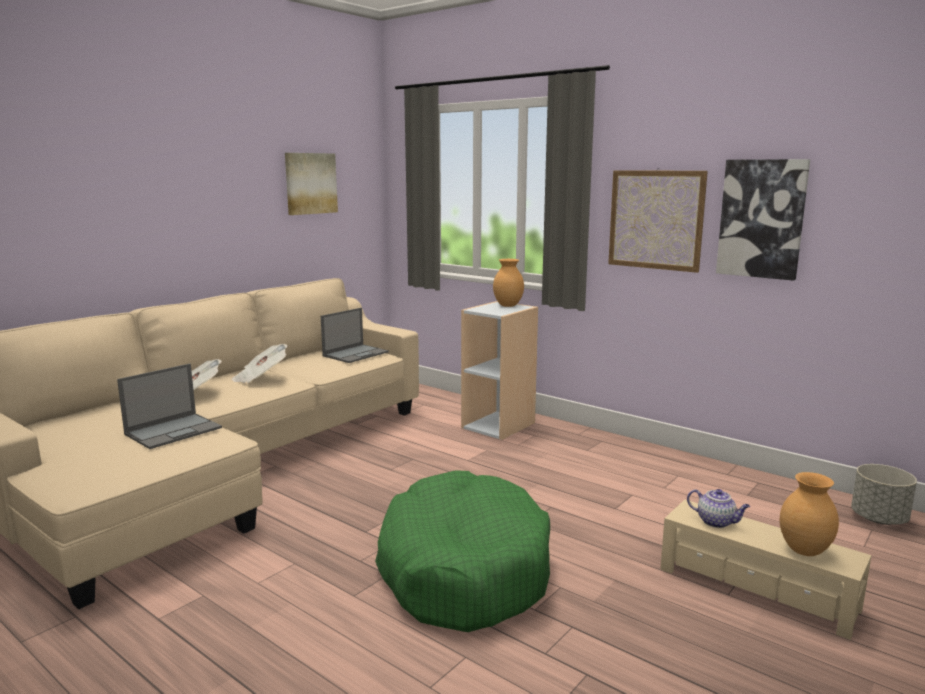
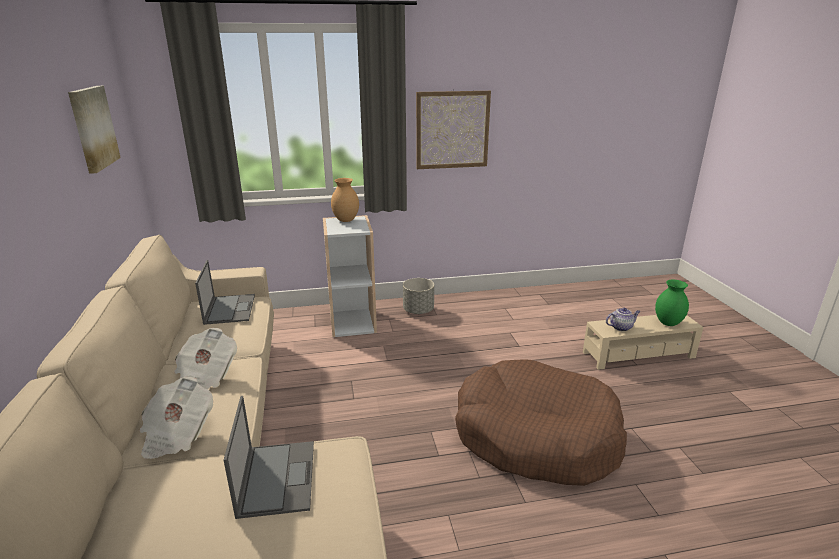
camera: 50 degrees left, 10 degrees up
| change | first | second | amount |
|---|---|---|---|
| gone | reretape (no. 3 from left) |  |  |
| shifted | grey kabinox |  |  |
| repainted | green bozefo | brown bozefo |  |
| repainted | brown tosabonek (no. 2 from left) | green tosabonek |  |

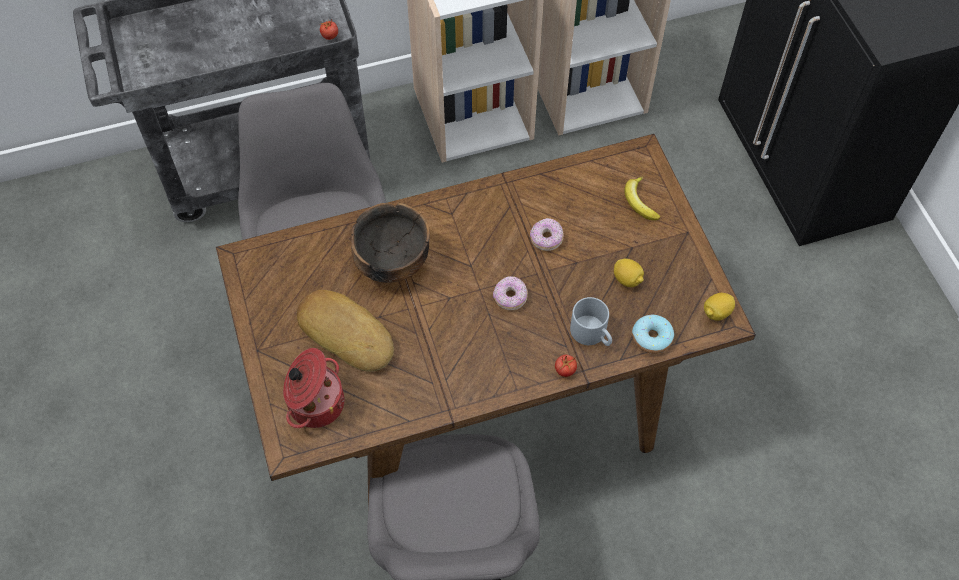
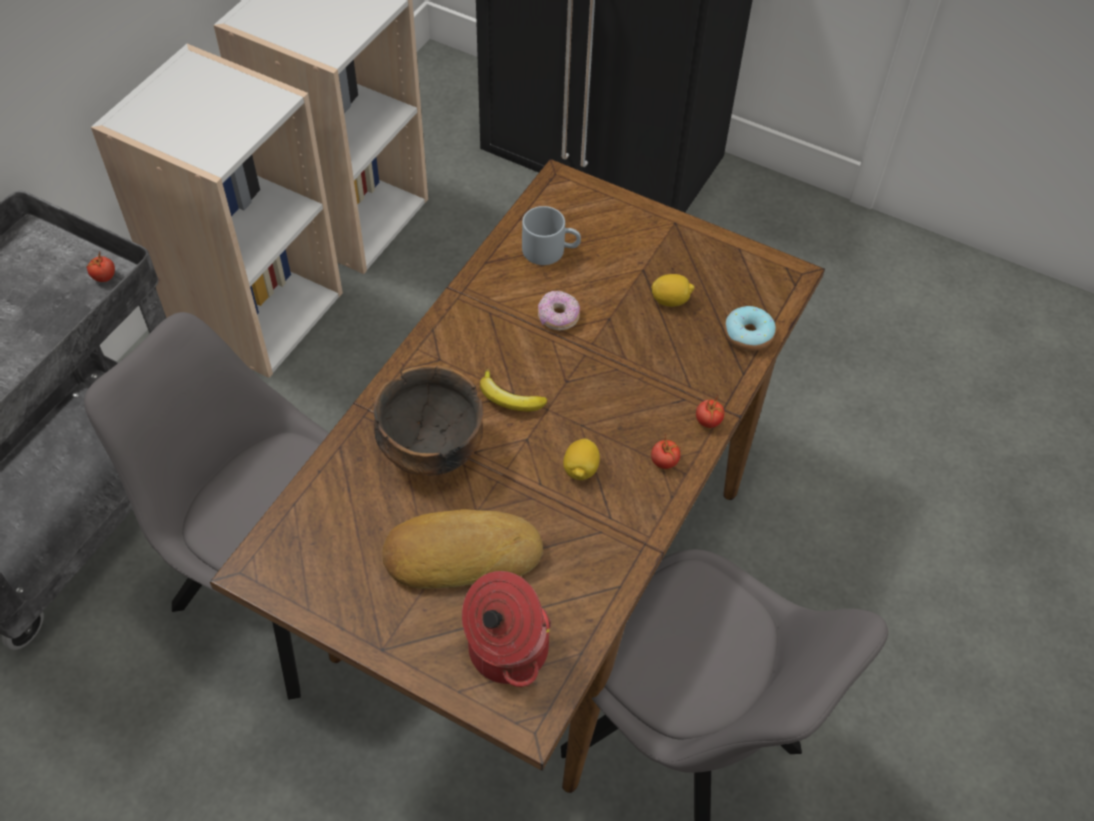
camera: 45 degrees left, 5 degrees down
| change | first | second | amount |
|---|---|---|---|
| gone | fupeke (no. 1 from left) |  |  |
| new |  | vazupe (no. 2 from left) |  |
| shifted | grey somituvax |  |  |
| shifted | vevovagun |  |  |
| shifted | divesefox (no. 2 from left in the first image) | divesefox (no. 1 from left) |  |

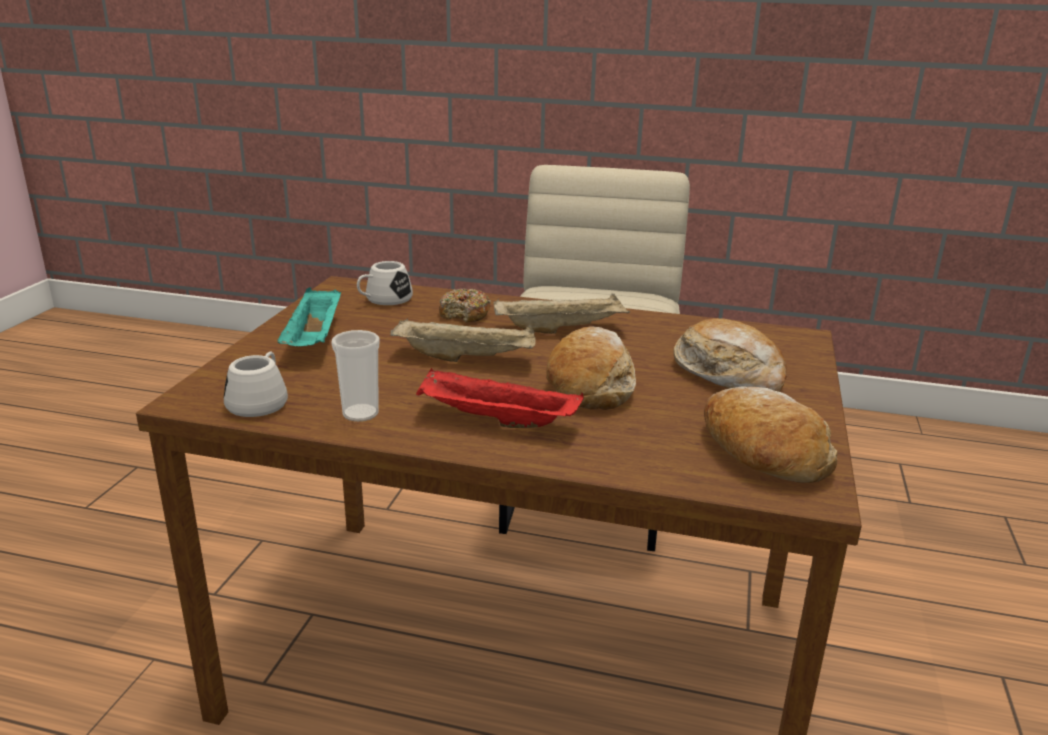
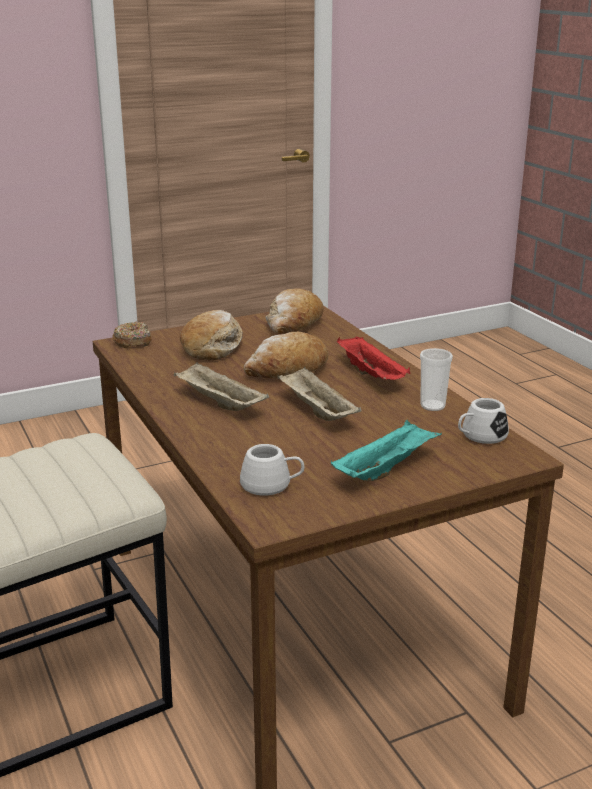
camera: 130 degrees left, 0 degrees up
| change | first | second | amount |
|---|---|---|---|
| shifted | fupeke |  |  |

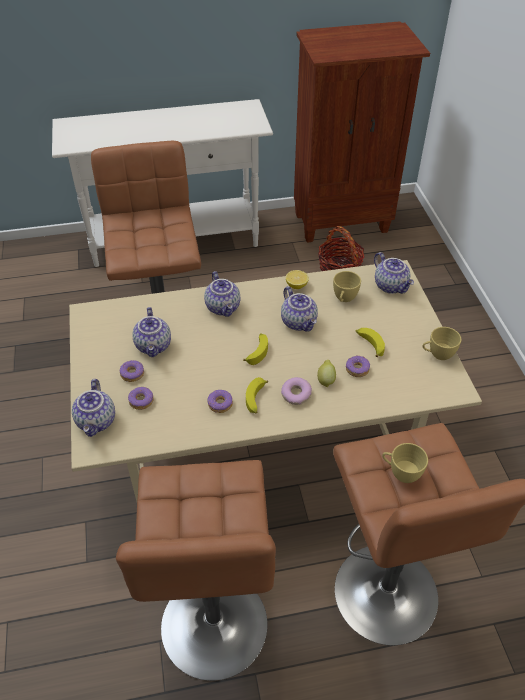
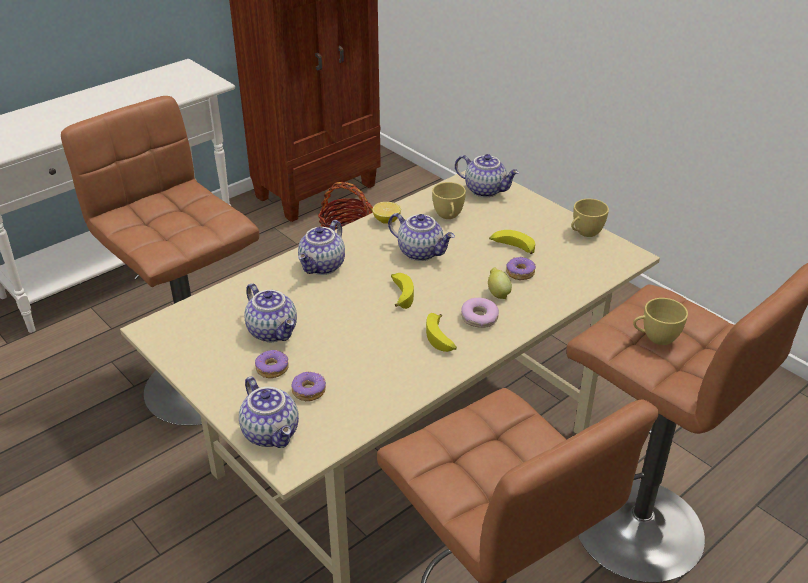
camera: 30 degrees left, 10 degrees down
| change | first | second | amount |
|---|---|---|---|
| gone | fupeke (no. 3 from left) |  |  |
| rotated | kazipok (no. 3 from left) |  | 75 degrees clockwise |

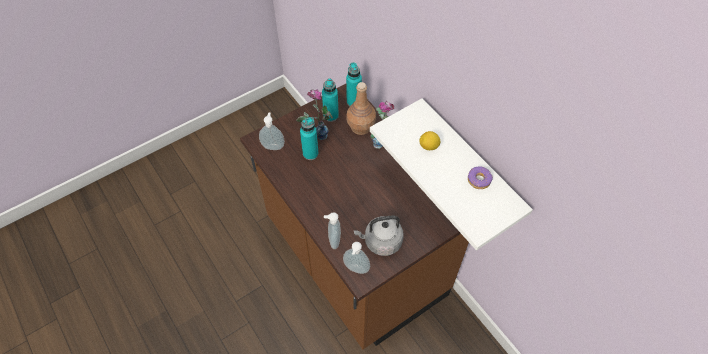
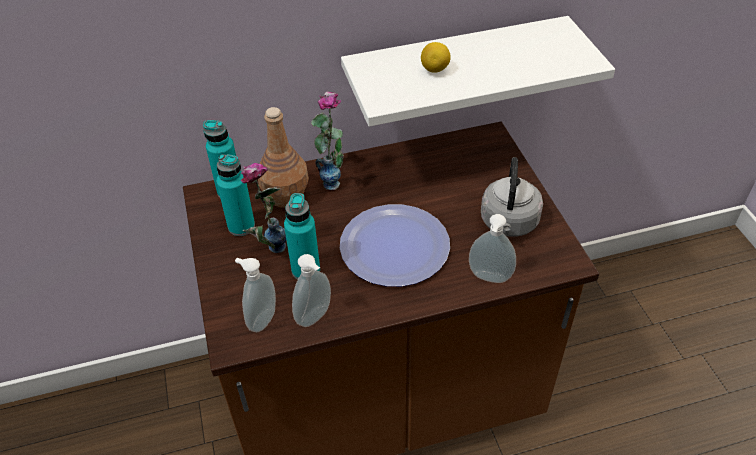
camera: 70 degrees left, 10 degrees down
| change | first | second | amount |
|---|---|---|---|
| gone | fupeke |  |  |
| new |  | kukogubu |  |
| shifted | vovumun (no. 3 from left in the first image) | vovumun (no. 2 from left) |  |

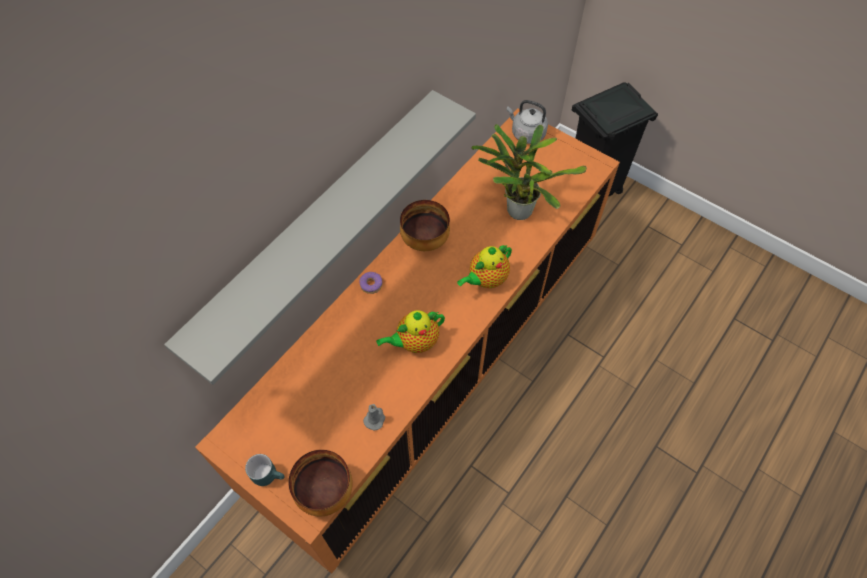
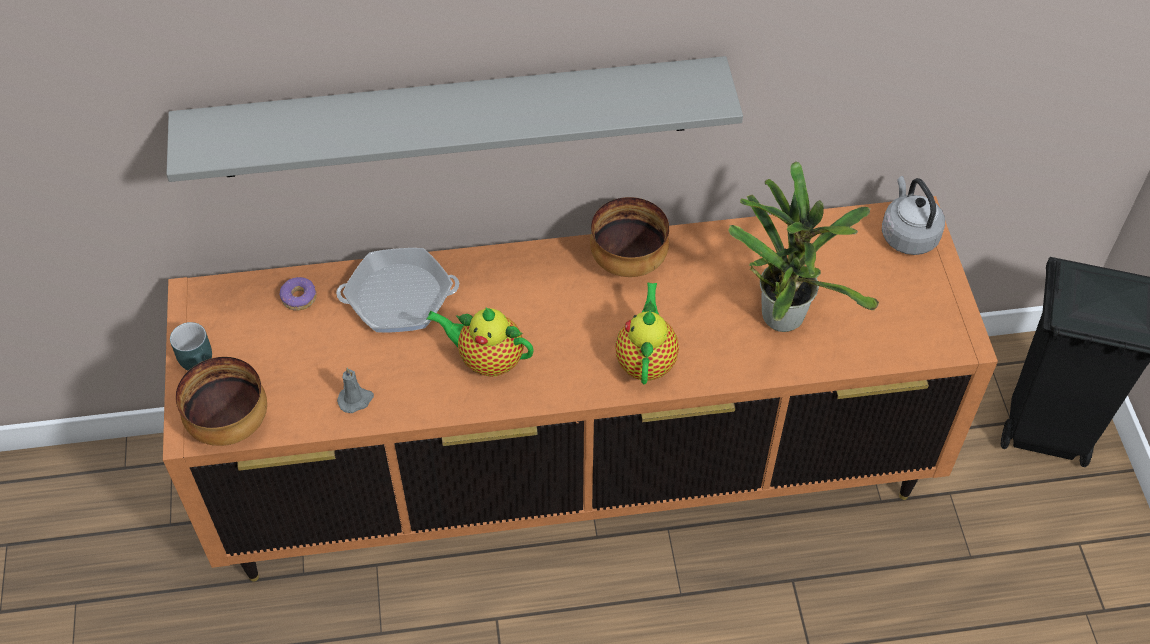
camera: 45 degrees right, 5 degrees down
| change | first | second | amount |
|---|---|---|---|
| new |  | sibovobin |  |
| shifted | fupeke |  |  |
| rotated | kazipok (no. 2 from left) |  | 90 degrees clockwise |

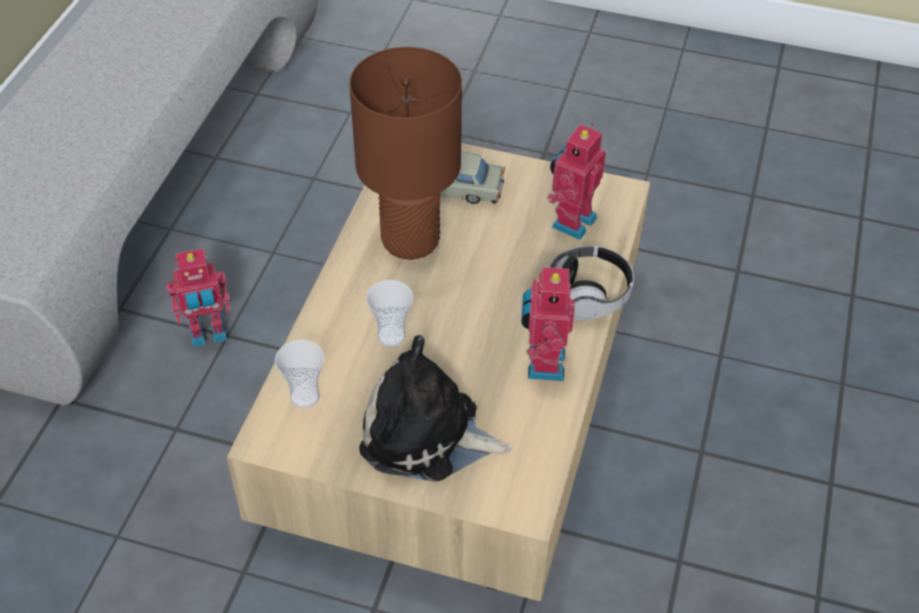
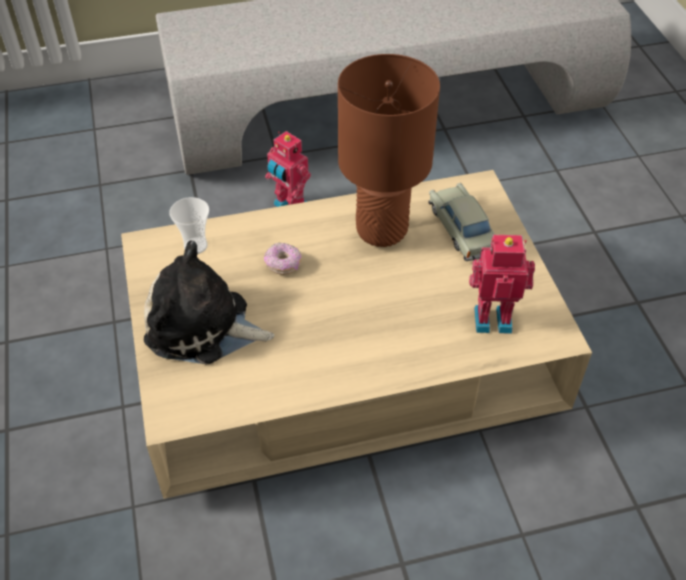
camera: 60 degrees right, 0 degrees up
| change | first | second | amount |
|---|---|---|---|
| gone | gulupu (no. 2 from left) |  |  |
| gone | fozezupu |  |  |
| swapped | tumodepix (no. 2 from left) | fupeke |  |
| rotated | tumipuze |  | 60 degrees counterclockwise |

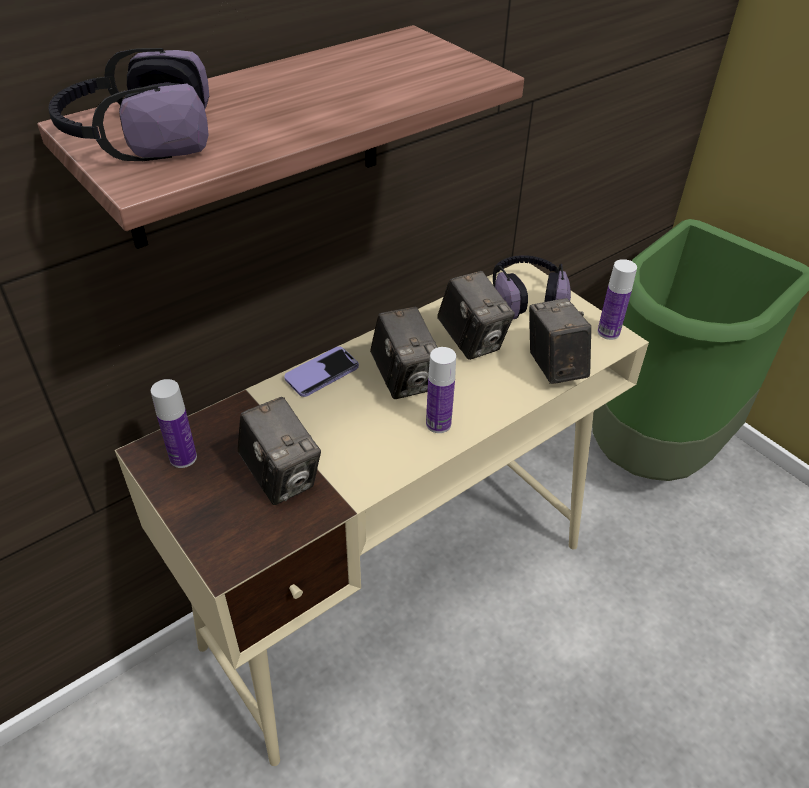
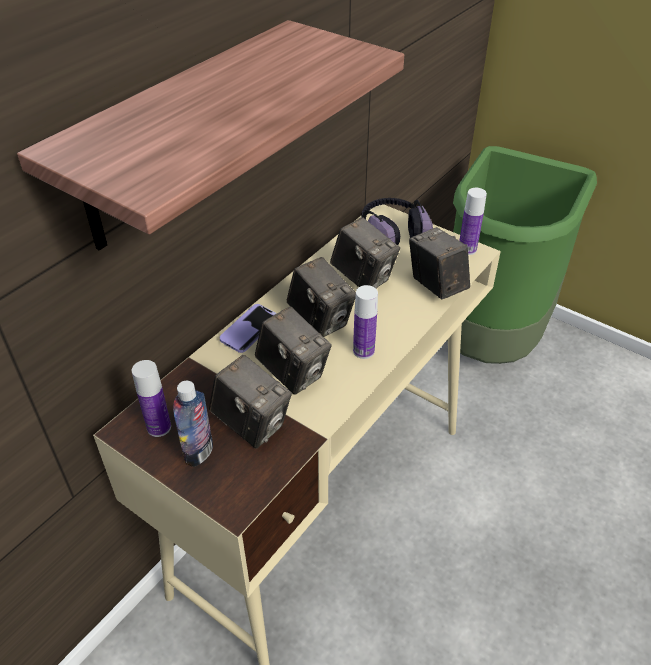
camera: 15 degrees left, 0 degrees up
| change | first | second | amount |
|---|---|---|---|
| gone | fozezupu (no. 1 from left) |  |  |
| new |  | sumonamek (no. 2 from left) |  |
| new |  | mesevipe (no. 2 from left) |  |

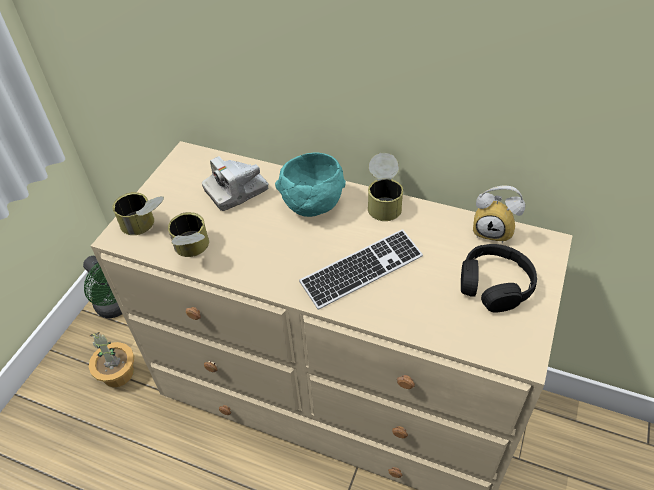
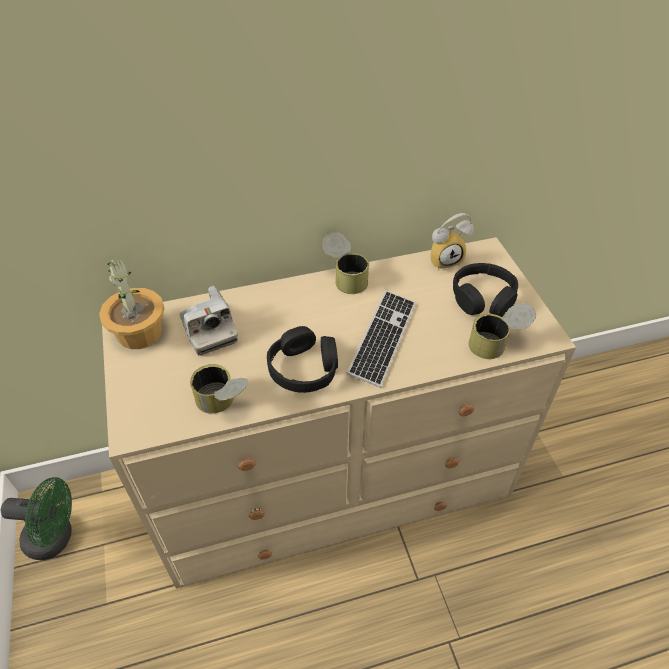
camera: 40 degrees left, 0 degrees up
| change | first | second | amount |
|---|---|---|---|
| gone | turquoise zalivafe |  |  |
| new |  | black fozezupu (no. 1 from left) |  |
| shifted | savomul |  |  |
| shifted | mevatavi (no. 1 from left in the first image) | mevatavi (no. 3 from left) |  |
| rotated | mesevipe |  | 45 degrees counterclockwise |

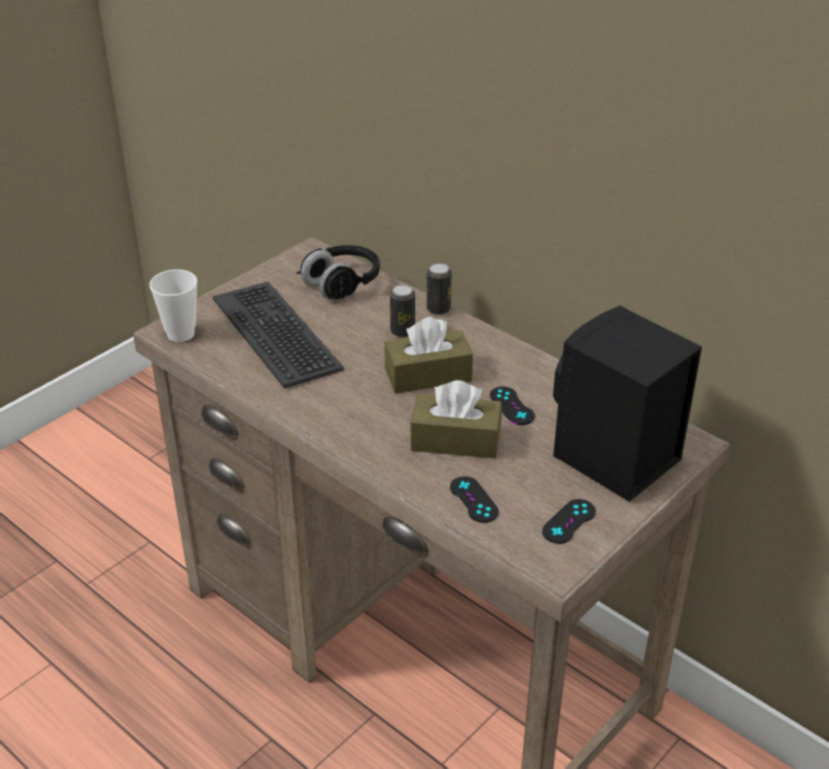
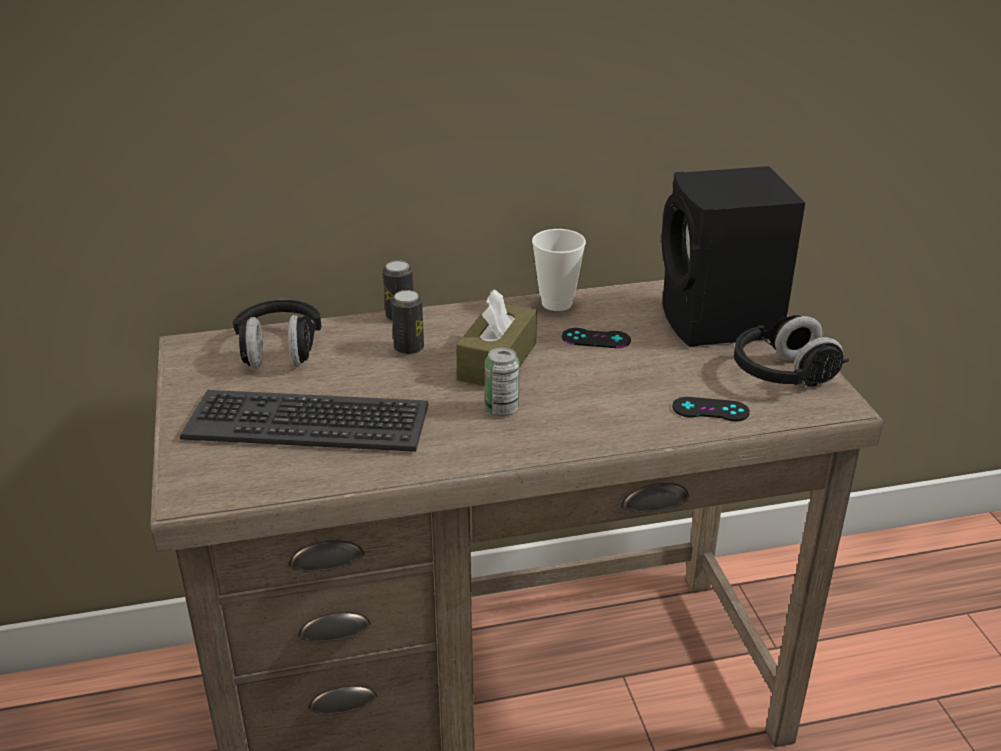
camera: 55 degrees left, 5 degrees down
| change | first | second | amount |
|---|---|---|---|
| gone | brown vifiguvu (no. 2 from left) |  |  |
| new |  | mevatavi (no. 3 from left) |  |
| shifted | tumodepix |  |  |
| swapped | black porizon (no. 3 from left) | black fozezupu (no. 2 from left) |  |

